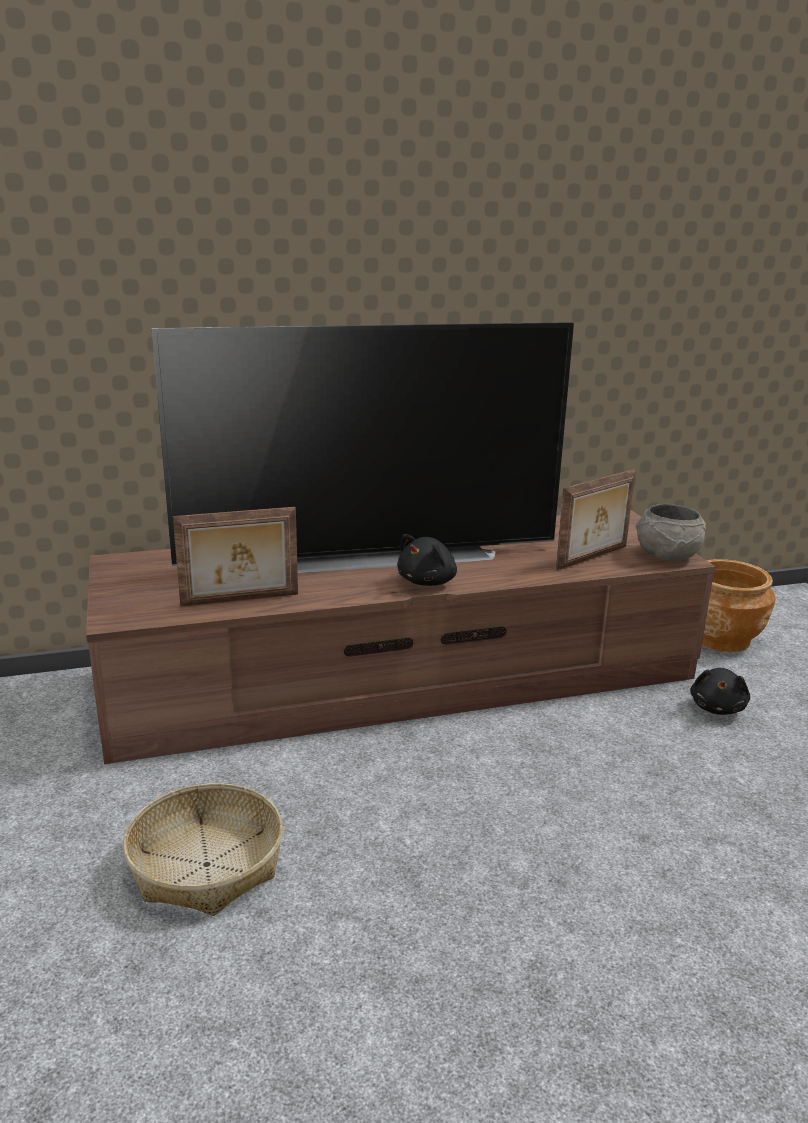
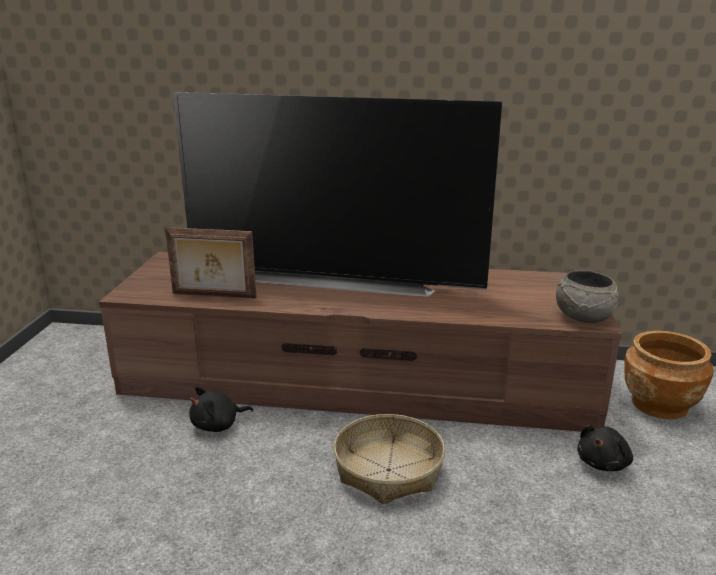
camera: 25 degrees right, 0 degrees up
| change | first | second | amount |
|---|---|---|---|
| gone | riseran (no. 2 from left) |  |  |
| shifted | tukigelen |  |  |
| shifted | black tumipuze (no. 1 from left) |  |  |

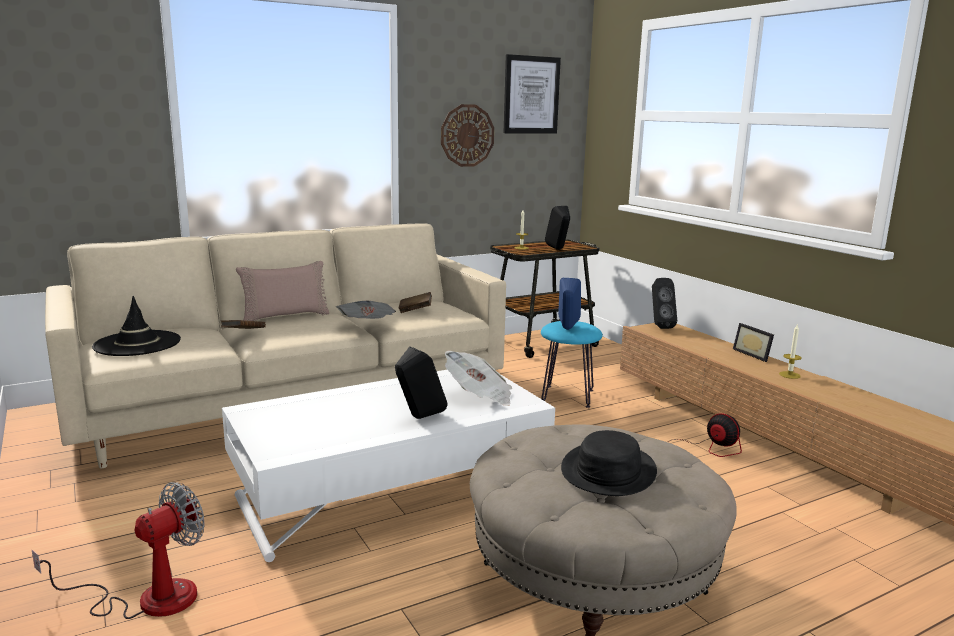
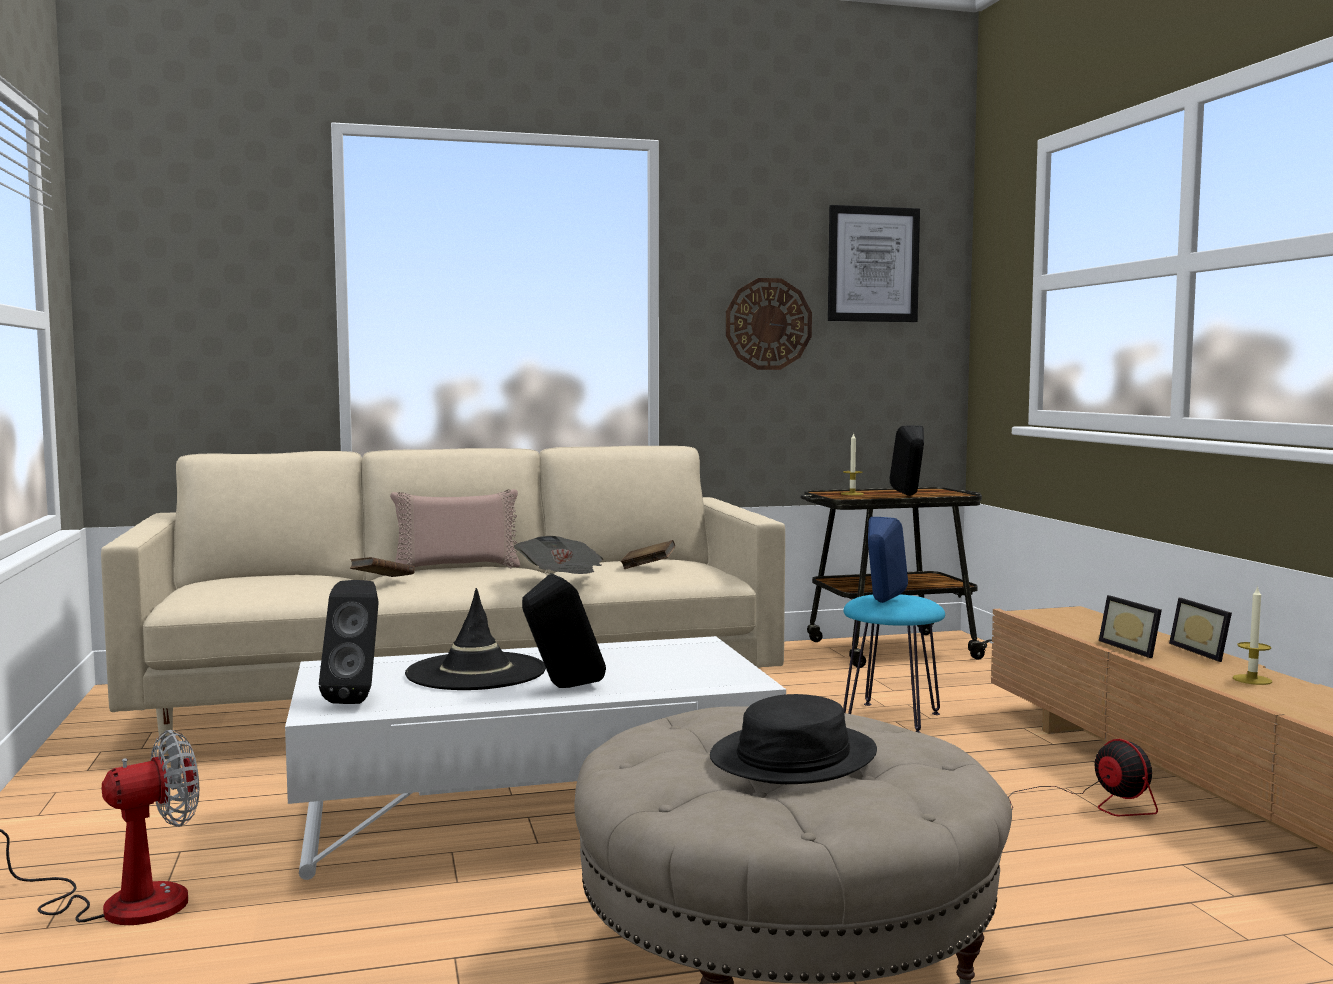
camera: 15 degrees right, 10 degrees down
| change | first | second | amount |
|---|---|---|---|
| gone | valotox (no. 2 from left) |  |  |
| new |  | riseran (no. 1 from left) |  |
| shifted | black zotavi (no. 1 from left) |  |  |
| shifted | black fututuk (no. 3 from left in the first image) | black fututuk (no. 1 from left) |  |

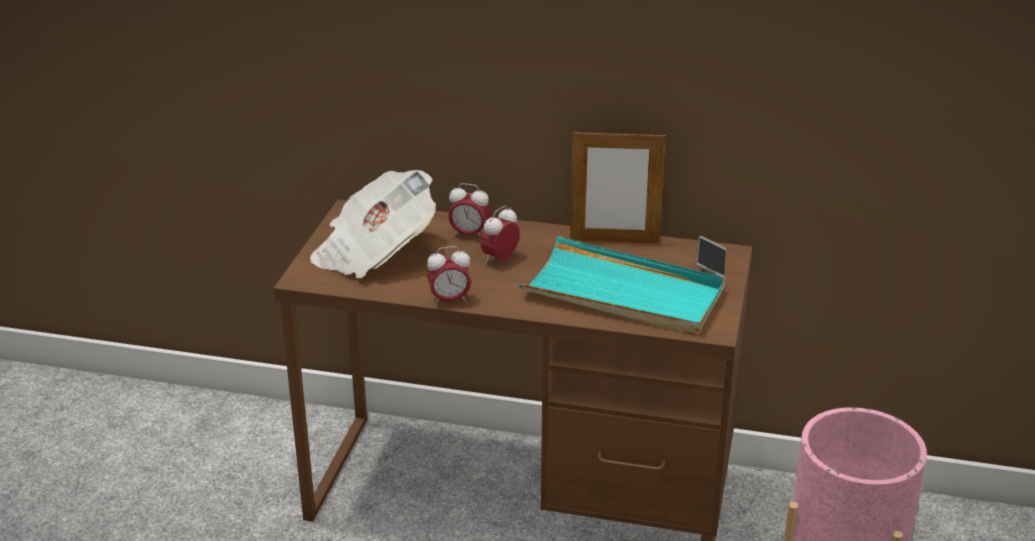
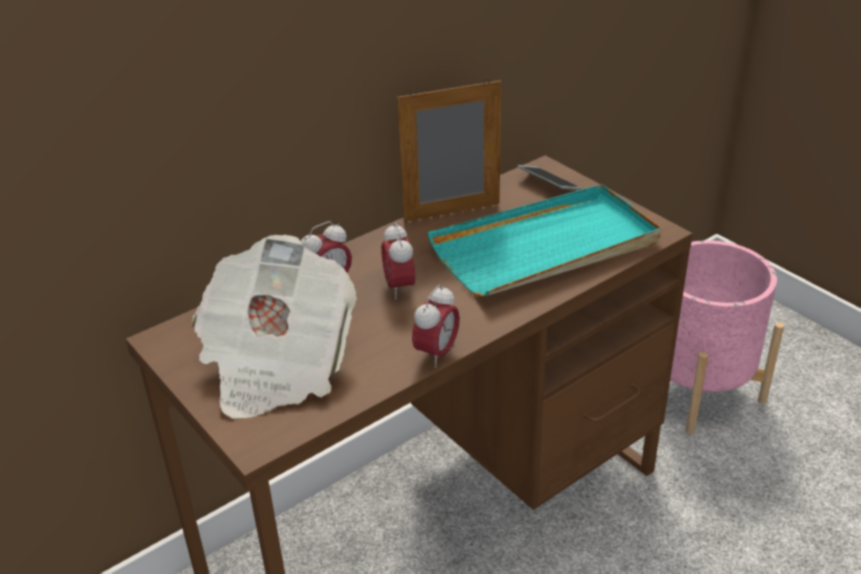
camera: 50 degrees left, 5 degrees up
| change | first | second | amount |
|---|---|---|---|
| rotated | riseran |  | 150 degrees counterclockwise |

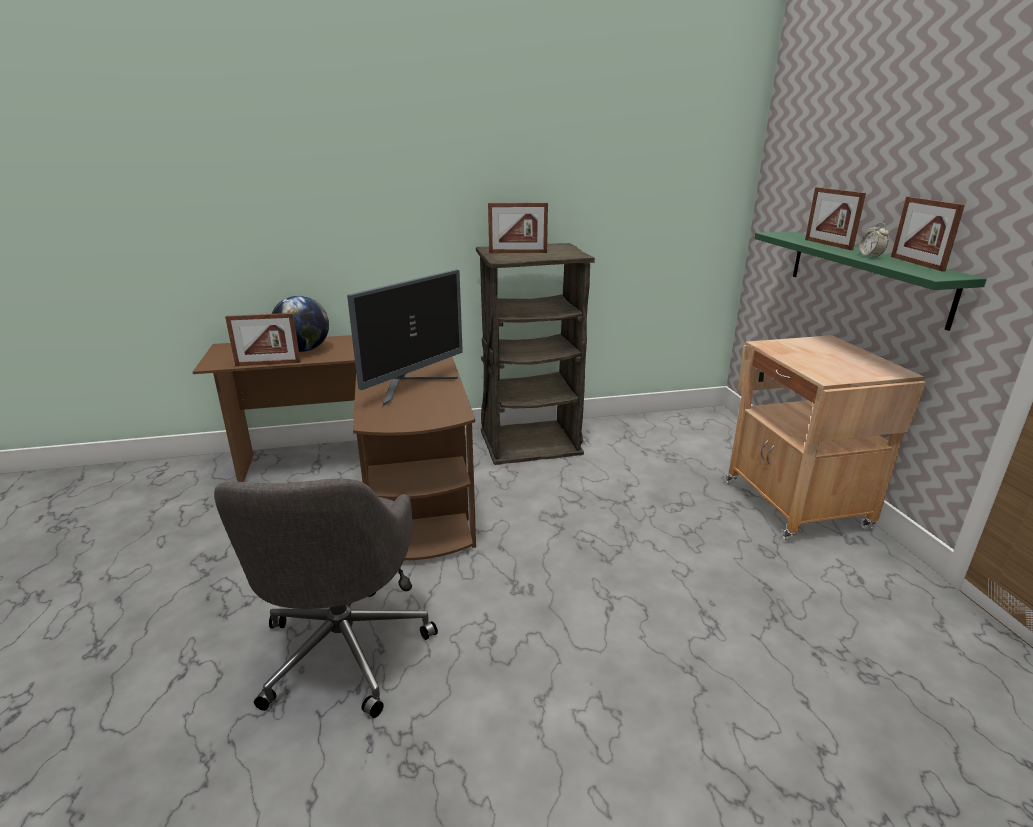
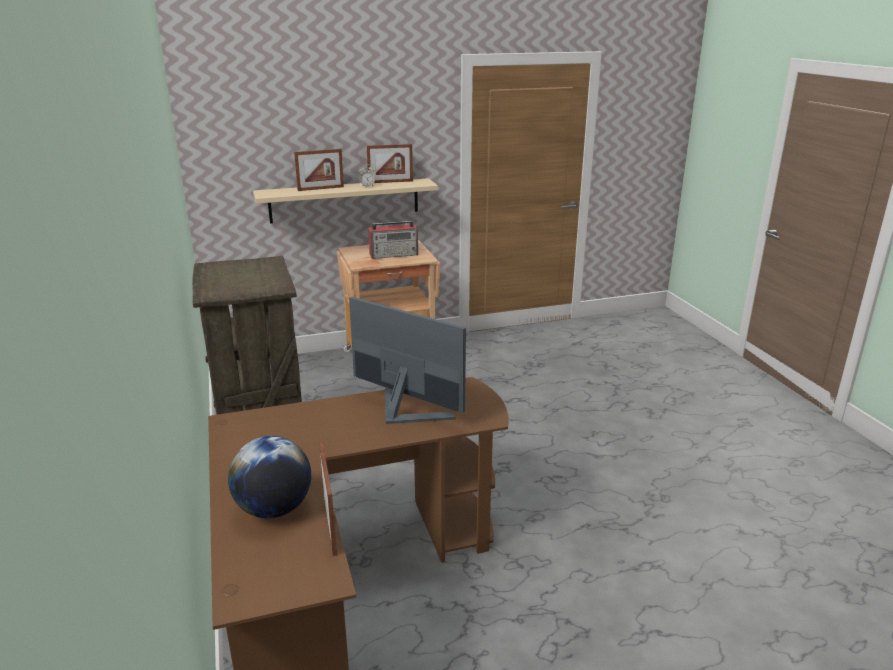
camera: 95 degrees left, 0 degrees up
| change | first | second | amount |
|---|---|---|---|
| gone | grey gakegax |  |  |
| gone | riseran (no. 2 from left) |  |  |
| new |  | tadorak |  |
| repainted | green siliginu | beige siliginu |  |

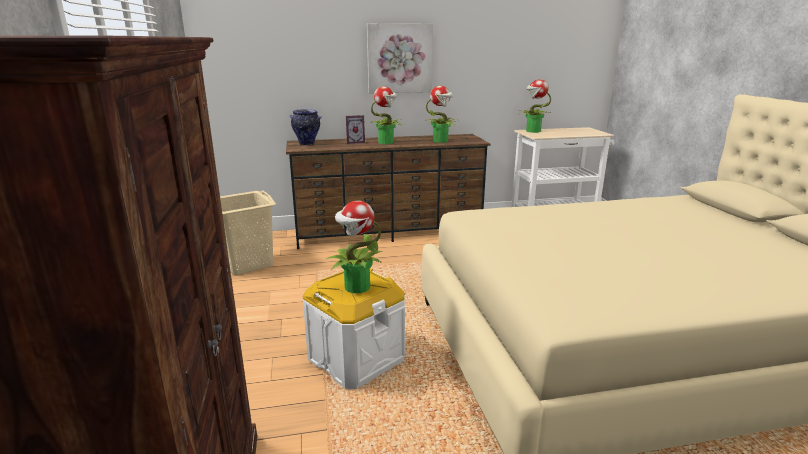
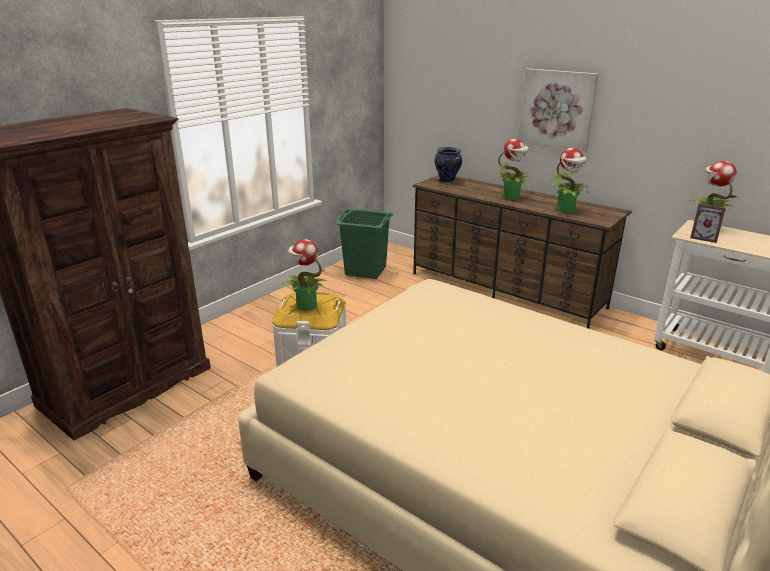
camera: 50 degrees right, 5 degrees up
| change | first | second | amount |
|---|---|---|---|
| shifted | riseran |  |  |
| repainted | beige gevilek | green gevilek |  |

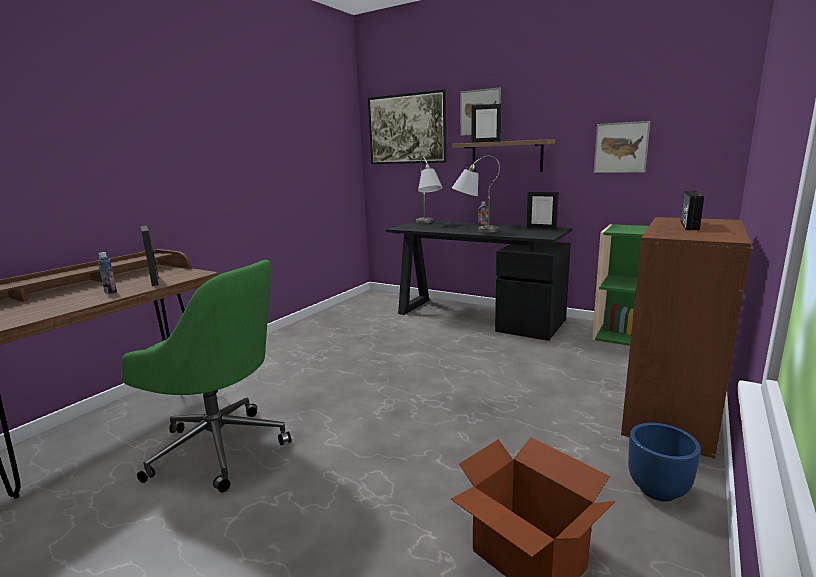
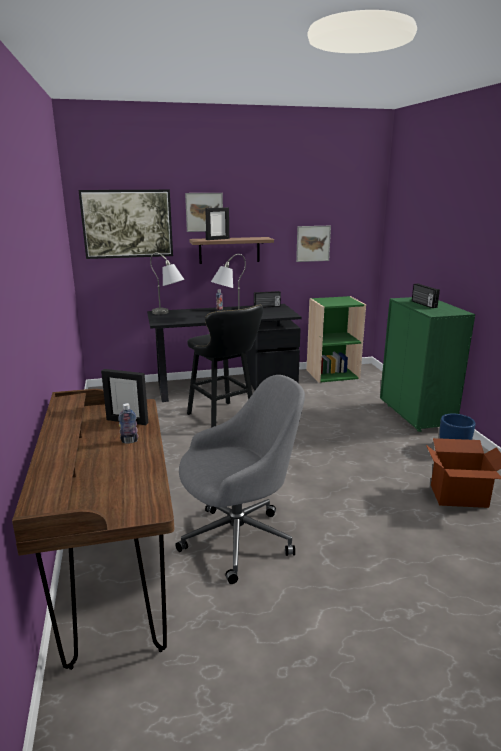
camera: 45 degrees left, 5 degrees up
| change | first | second | amount |
|---|---|---|---|
| new |  | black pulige |  |
| swapped | riseran (no. 3 from left) | tadorak (no. 1 from left) |  |
| repainted | green gakegax | grey gakegax |  |
| repainted | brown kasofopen | green kasofopen |  |

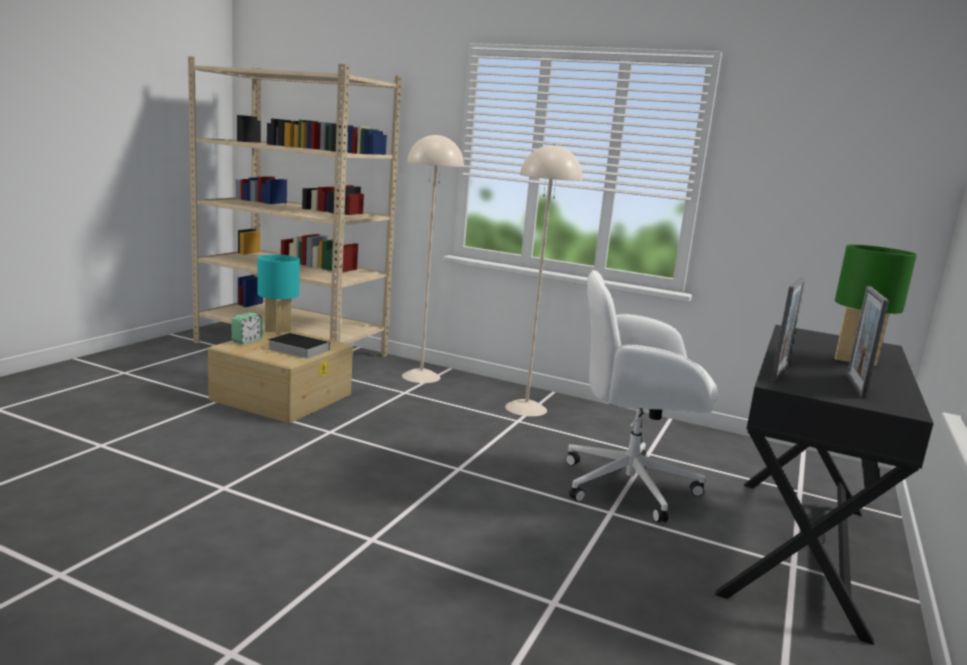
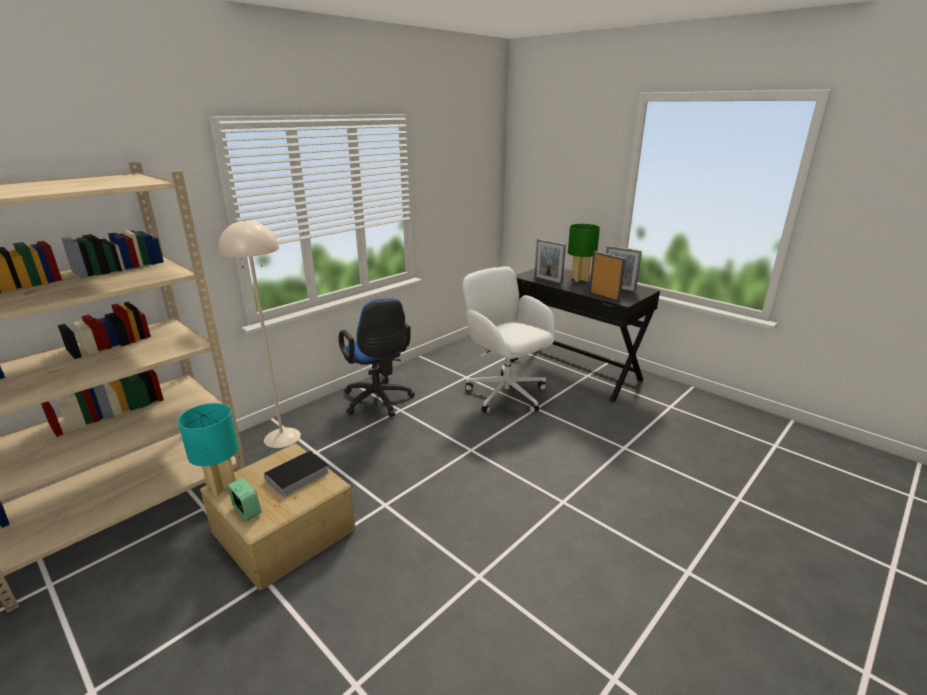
camera: 70 degrees left, 10 degrees up
| change | first | second | amount |
|---|---|---|---|
| new |  | riseran (no. 1 from left) |  |
| swapped | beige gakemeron (no. 2 from left) | blue gakegax |  |
| rotated | white gakegax |  | 120 degrees clockwise |

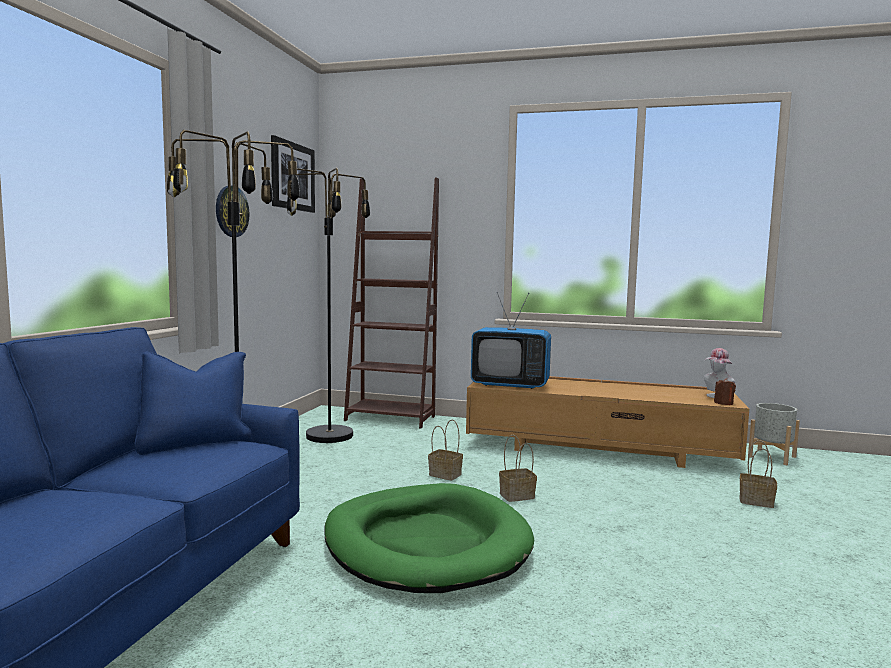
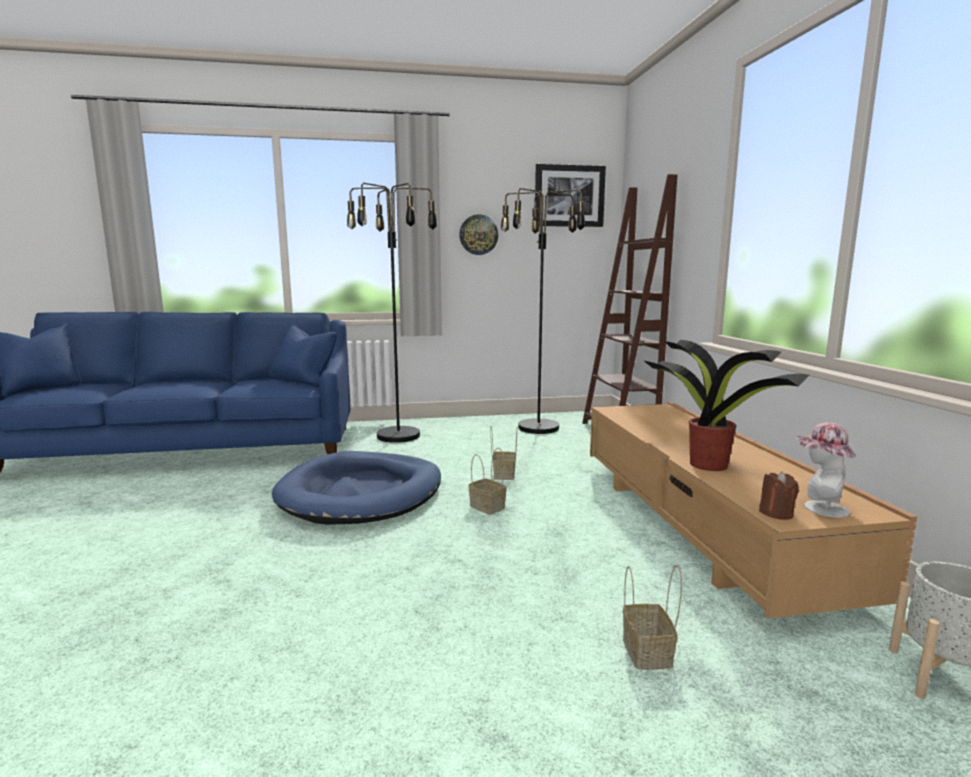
camera: 65 degrees right, 5 degrees up
| change | first | second | amount |
|---|---|---|---|
| gone | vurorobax |  |  |
| new |  | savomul |  |
| repainted | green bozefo | blue bozefo |  |

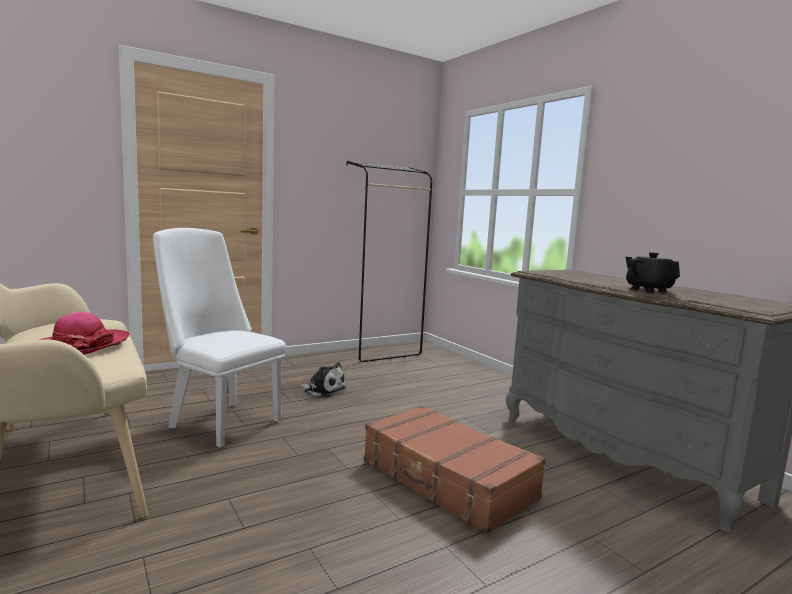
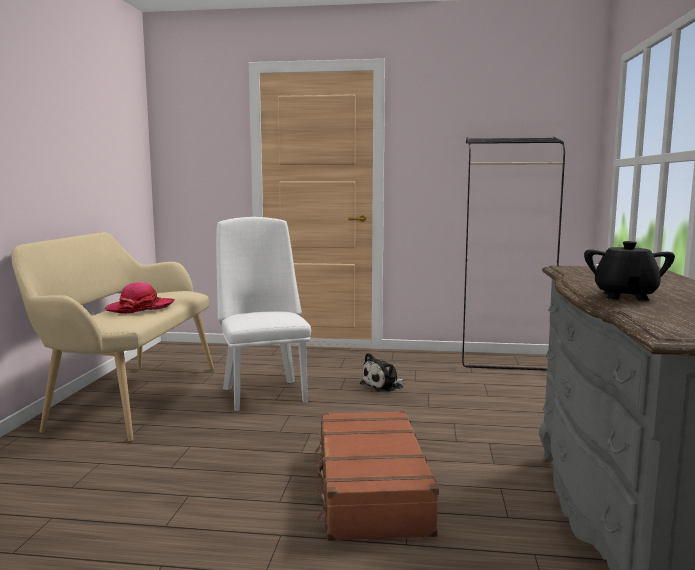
camera: 40 degrees right, 0 degrees up
| change | first | second | amount |
|---|---|---|---|
| rotated | tumipuze |  | 75 degrees clockwise |

